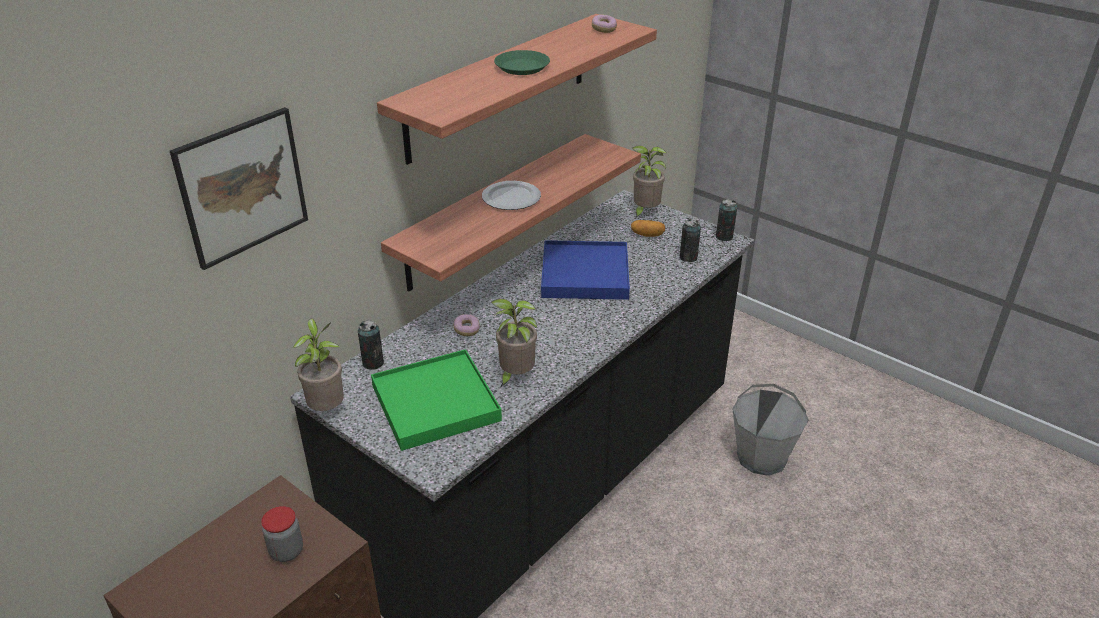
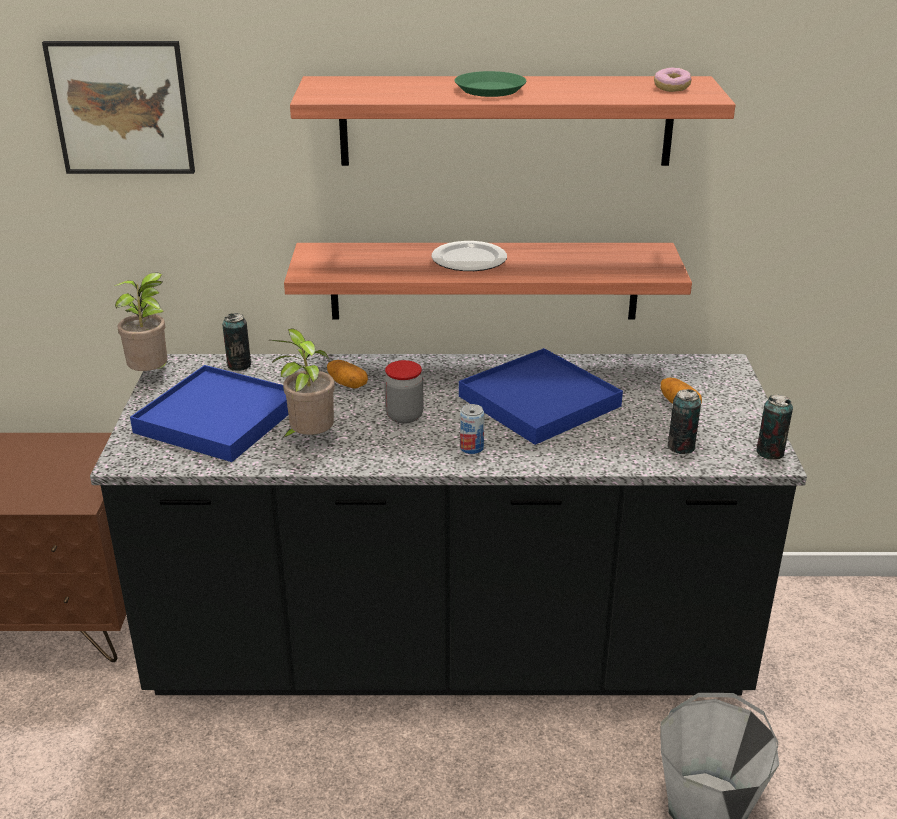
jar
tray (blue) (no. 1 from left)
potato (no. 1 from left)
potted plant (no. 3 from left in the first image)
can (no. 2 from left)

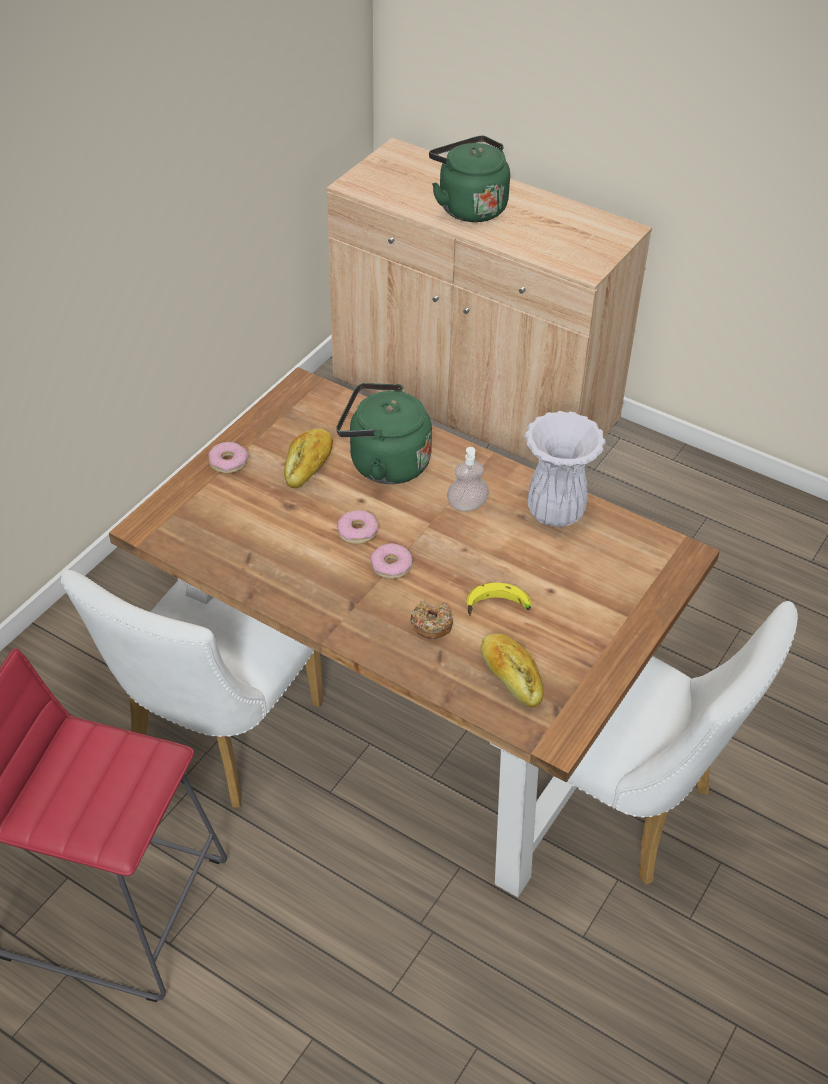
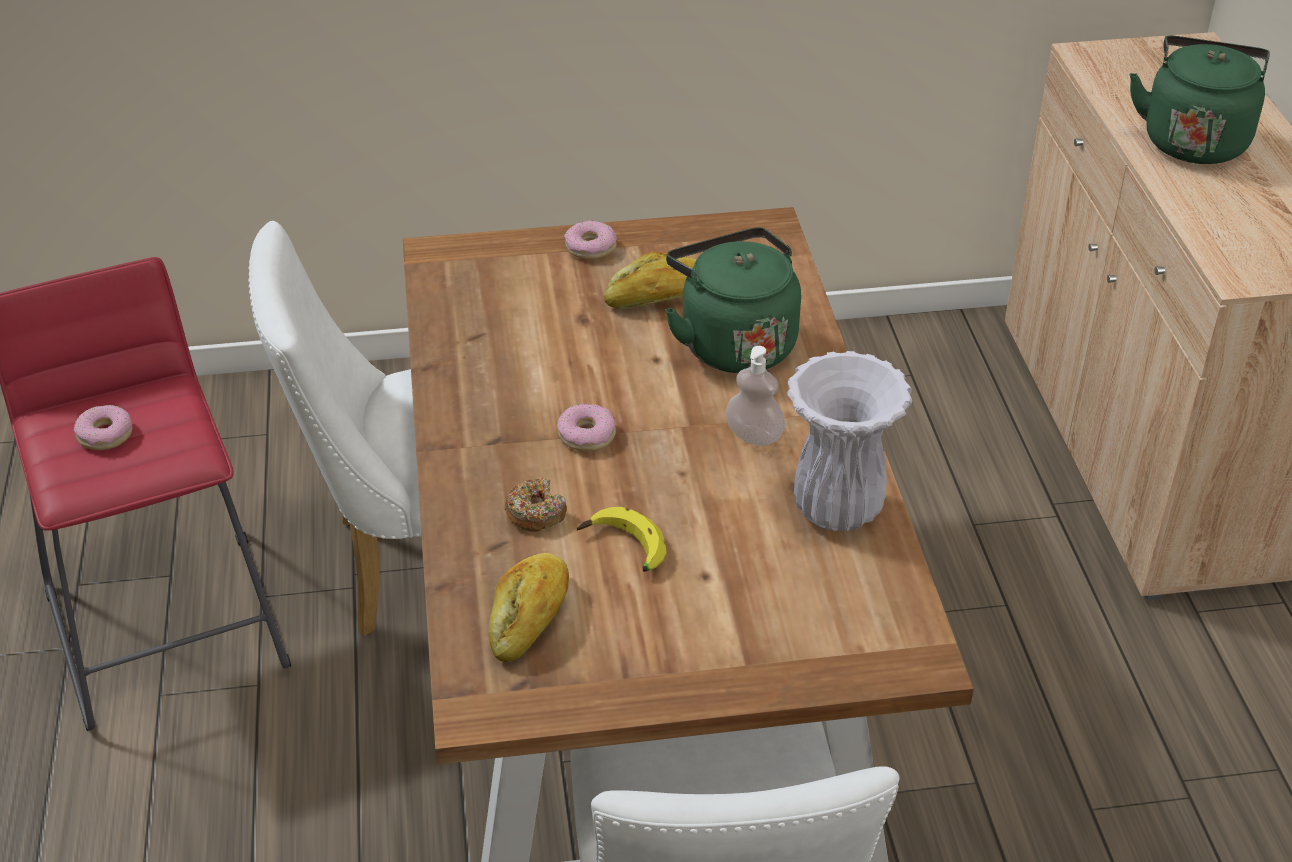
donut (no. 1 from left)

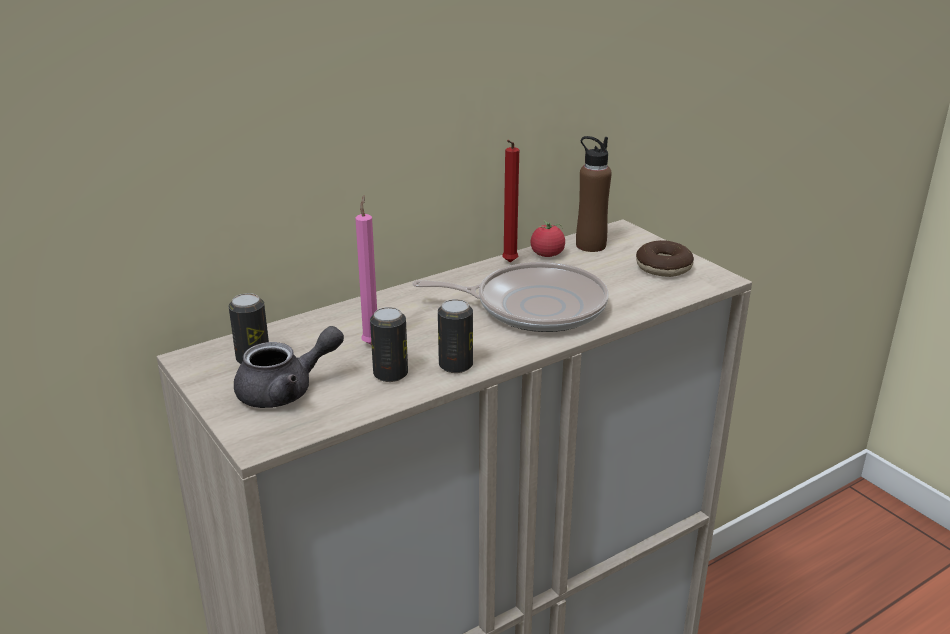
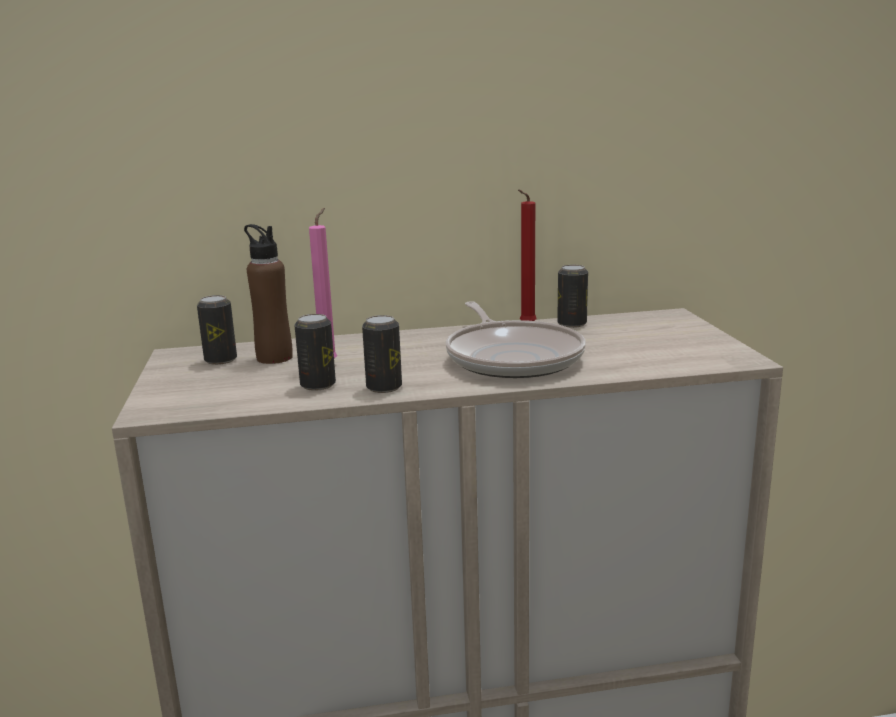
teapot (grey)
frying pan
can (no. 4 from left)
bottle (brown)
donut

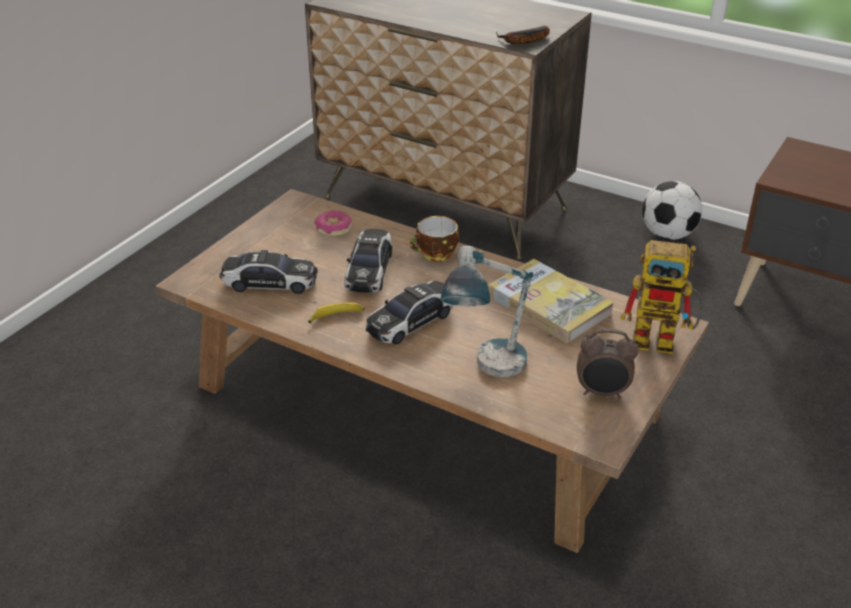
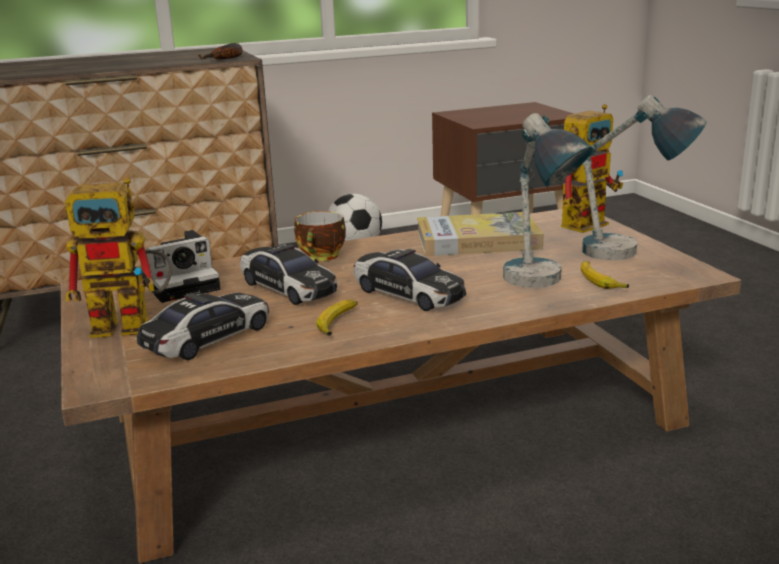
photo camera
toy car (no. 3 from left)
table lamp (no. 2 from left)
toy robot (no. 1 from left)
banana (no. 3 from left)

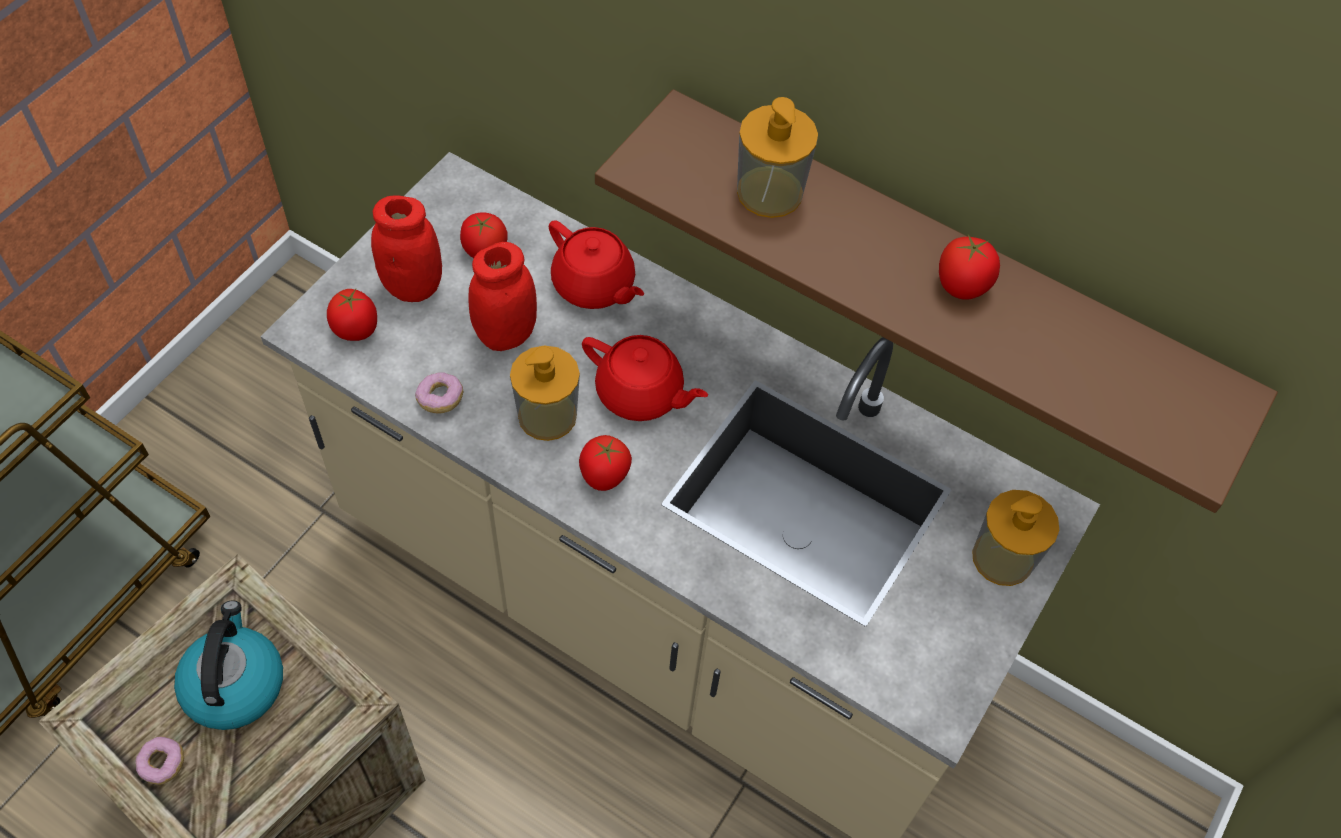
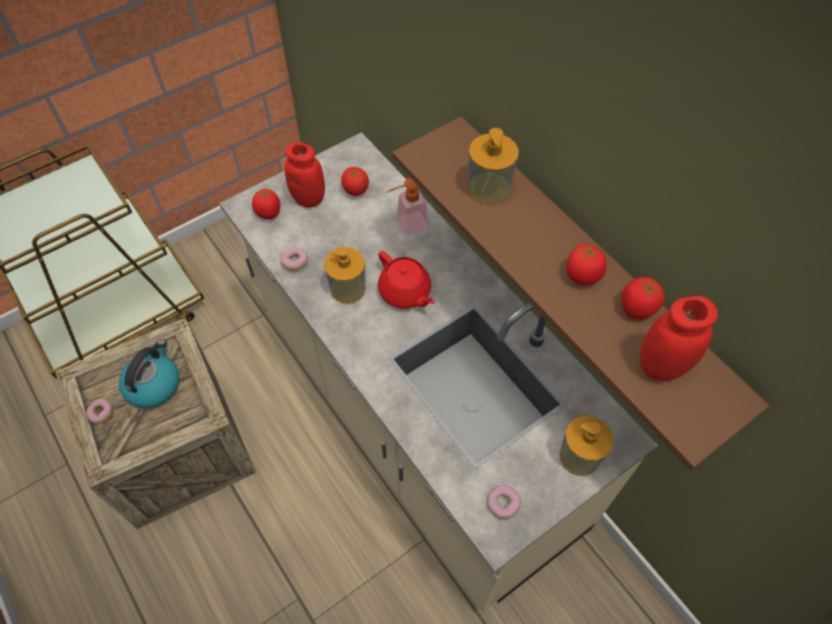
jar (red) (no. 2 from left)
soap dispenser (no. 2 from left)
tomato (no. 4 from left)
donut (no. 3 from left)

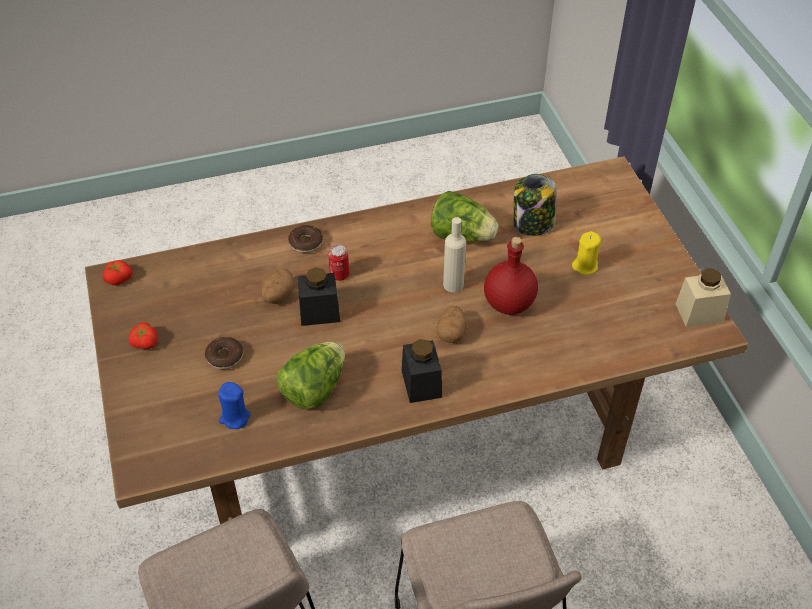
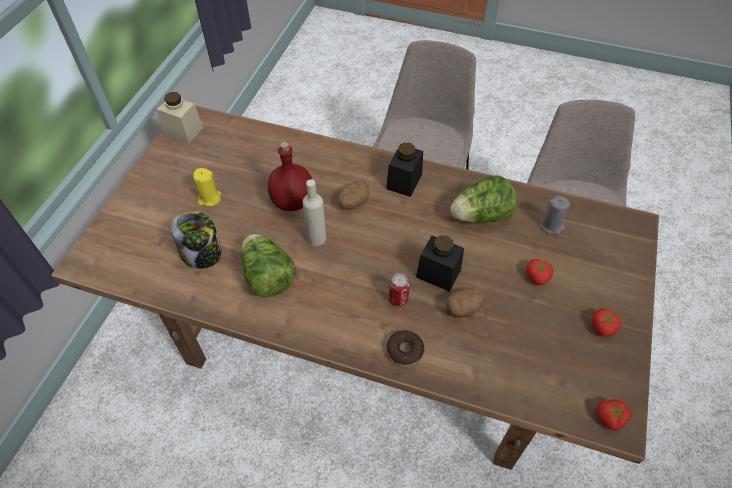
tomato (no. 1 from left)
candle (grey)

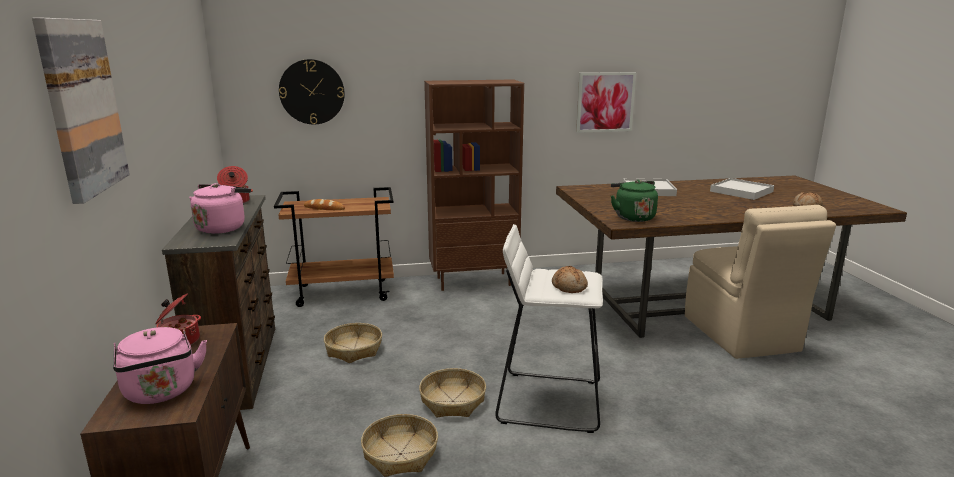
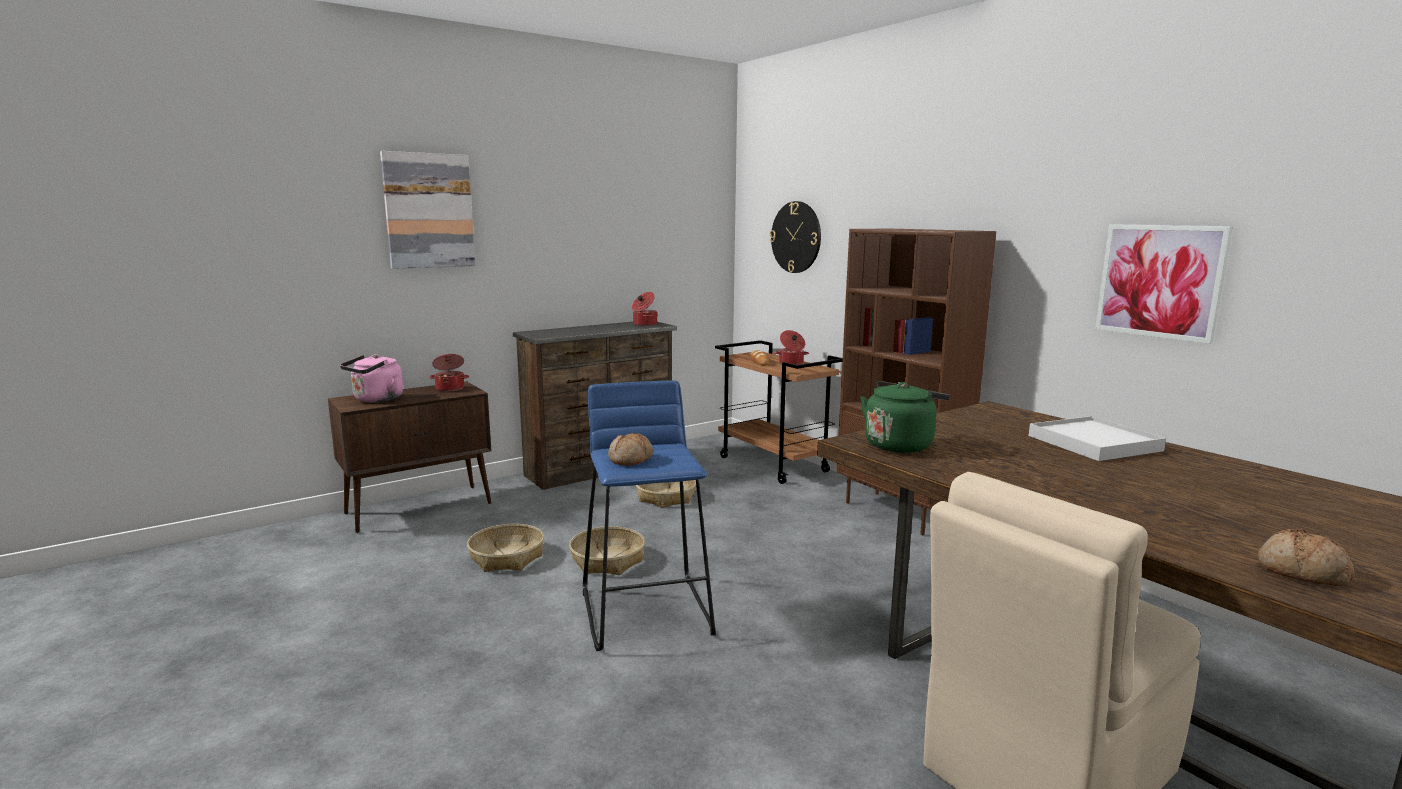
kettle (pink) (no. 2 from left in the first image)
stool (blue)
tray (white) (no. 2 from left in the first image)
cooking pot (no. 3 from left)

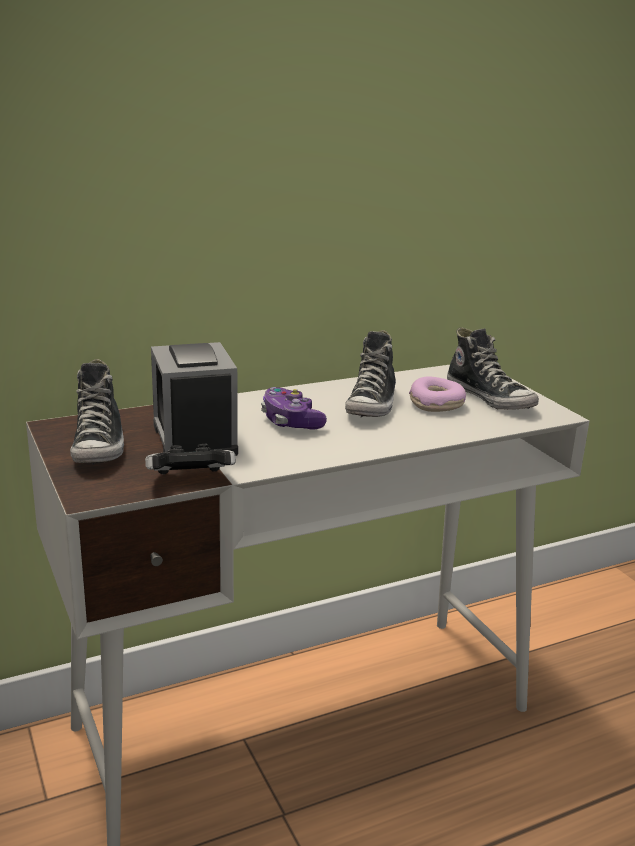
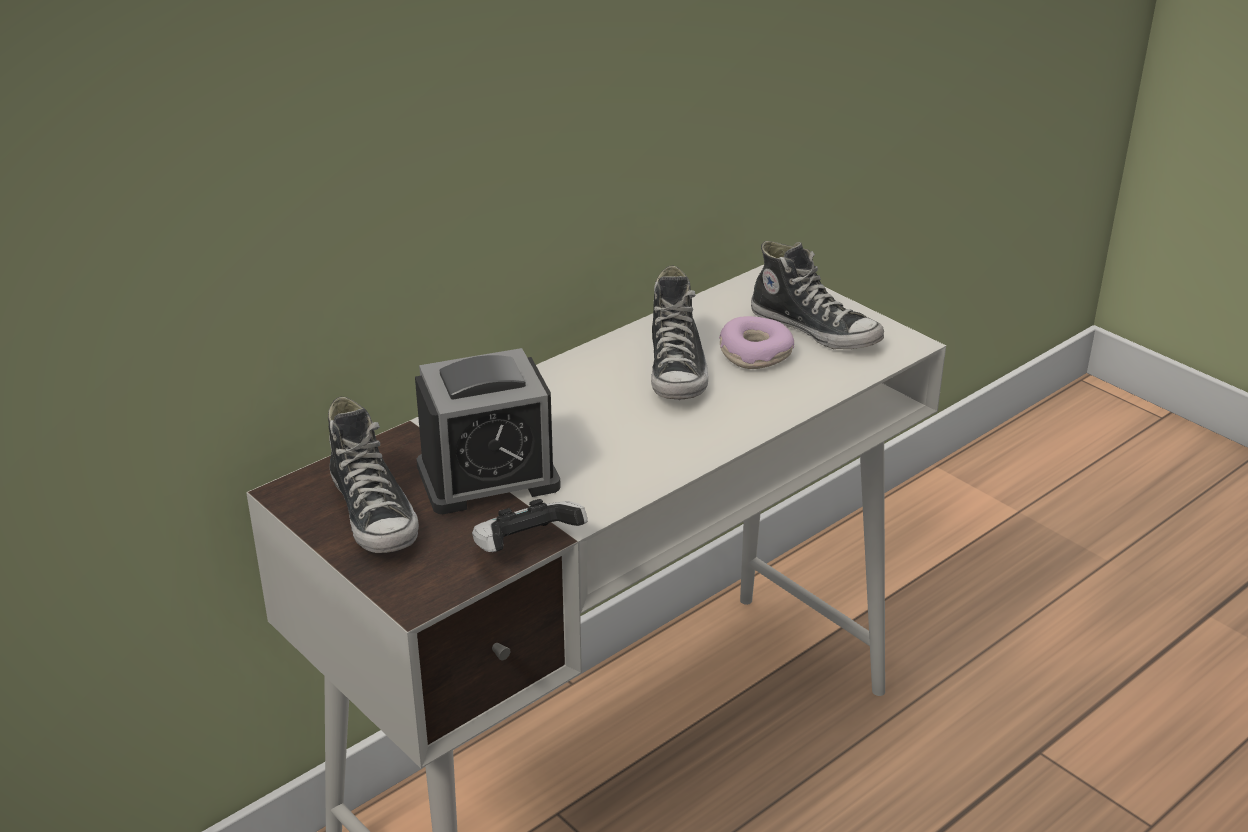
alarm clock
game controller (no. 2 from left in the first image)

